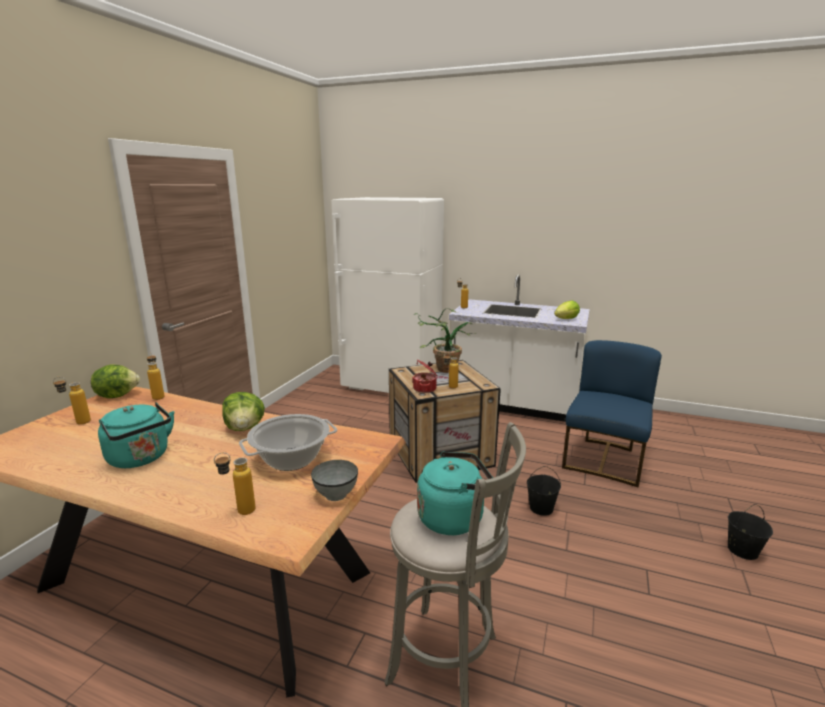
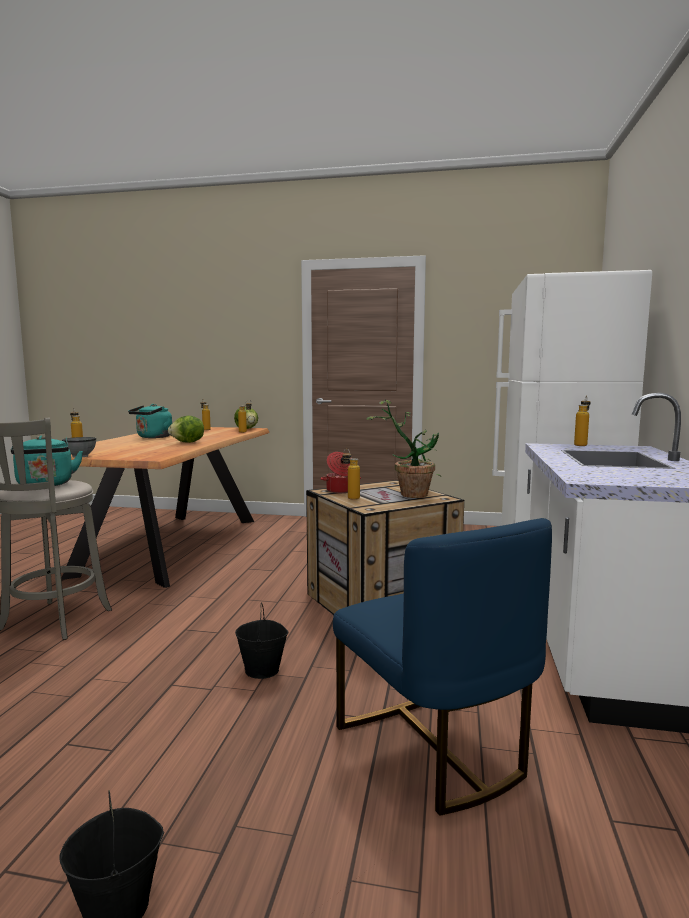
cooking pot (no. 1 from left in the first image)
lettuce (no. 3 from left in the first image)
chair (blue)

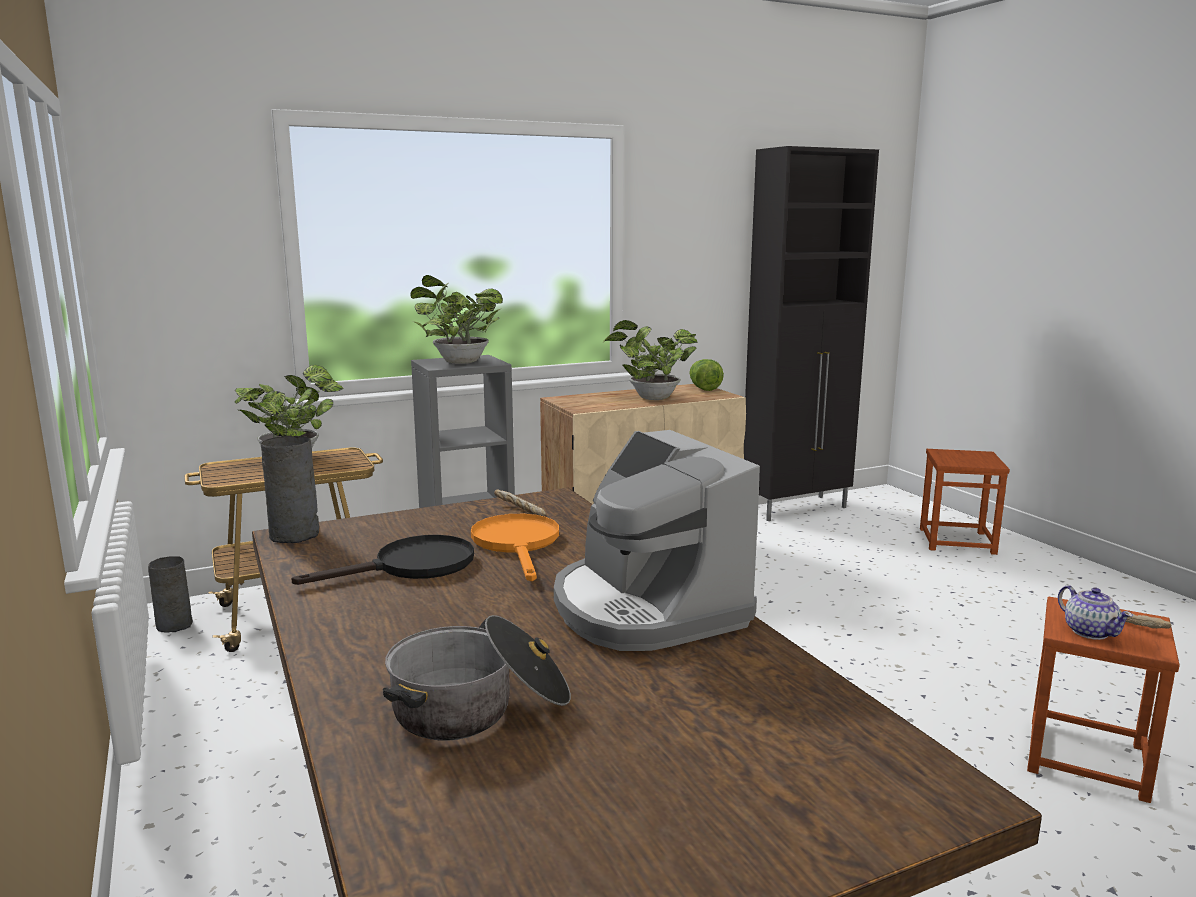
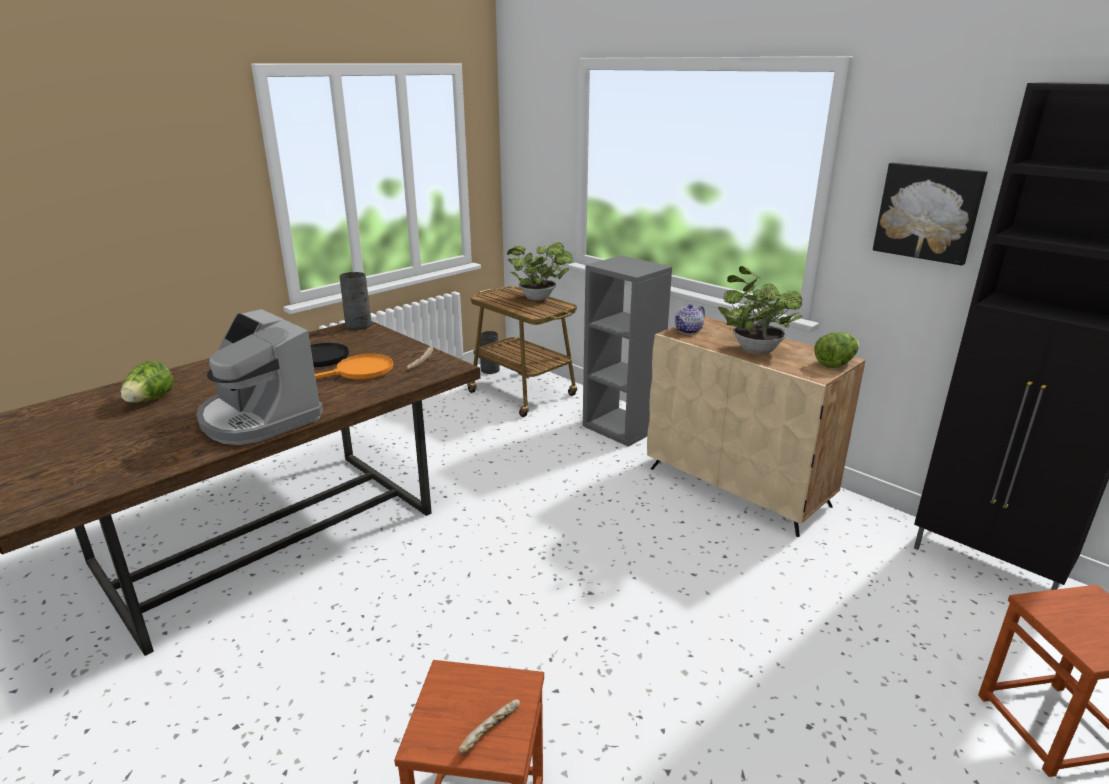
lettuce (no. 1 from left)
potted plant (no. 2 from left in the first image)
coffee machine
teapot
picture

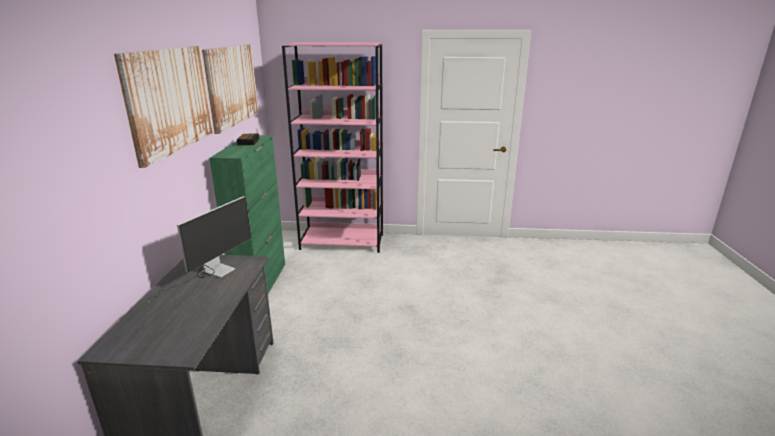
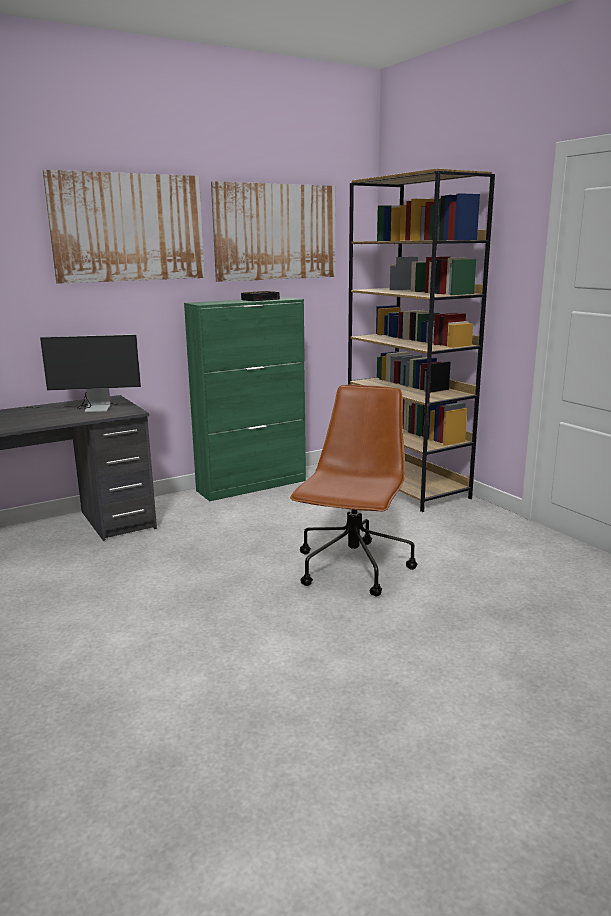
bookcase (brown)
office chair (brown)

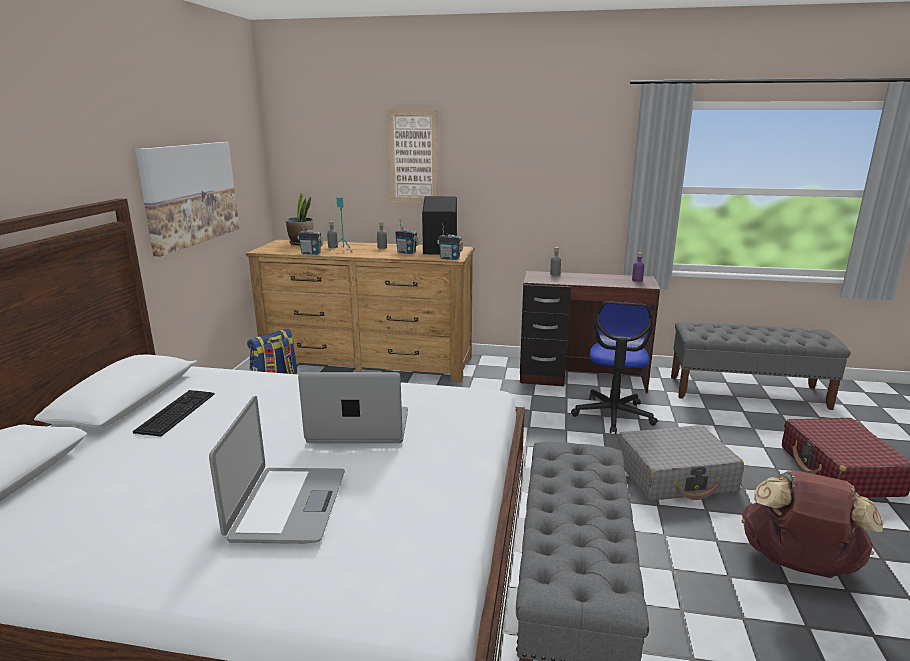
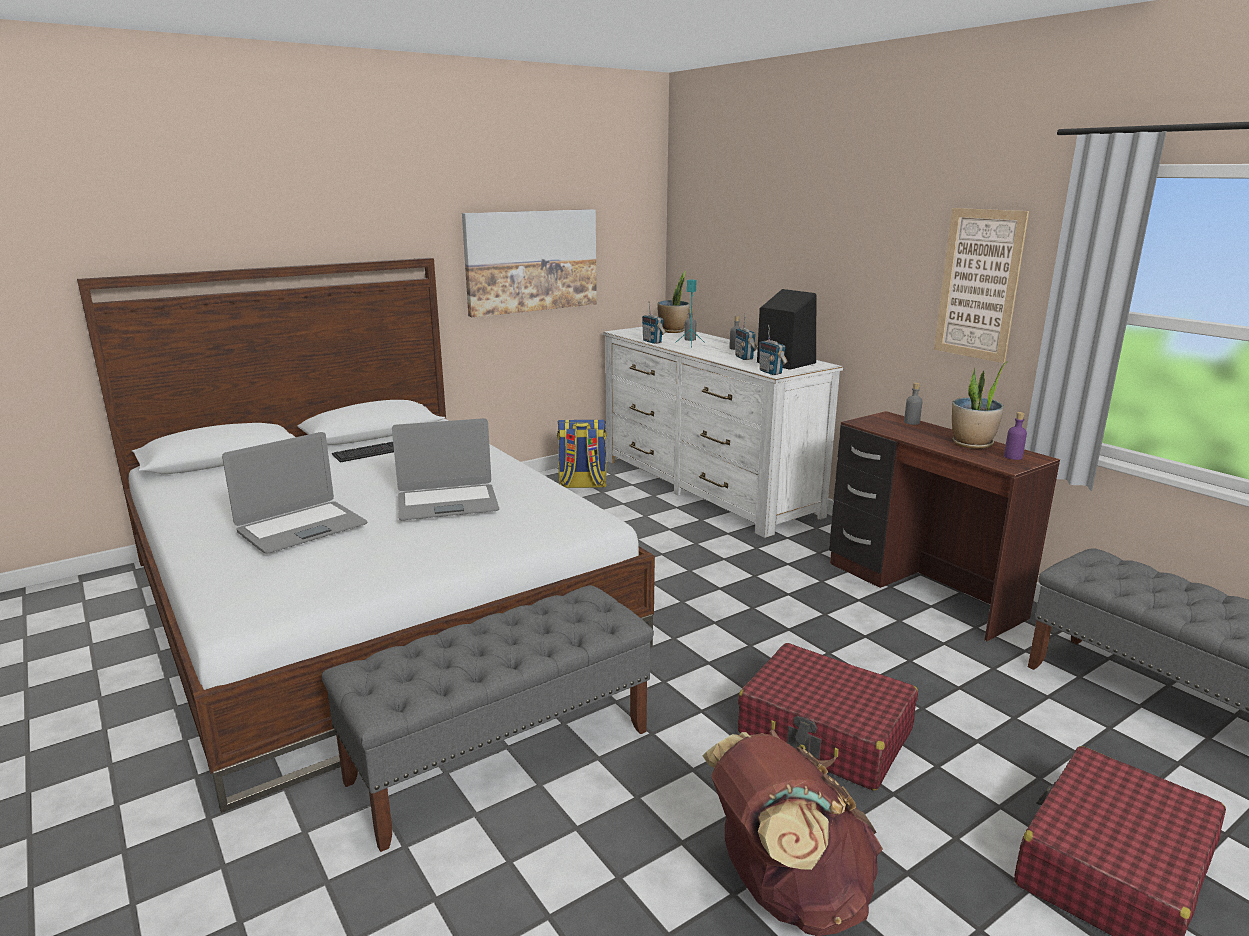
dresser (white)
laptop (no. 2 from left)
picture (no. 2 from left)
office chair
suitcase (red) (no. 1 from left)
potted plant (no. 2 from left)

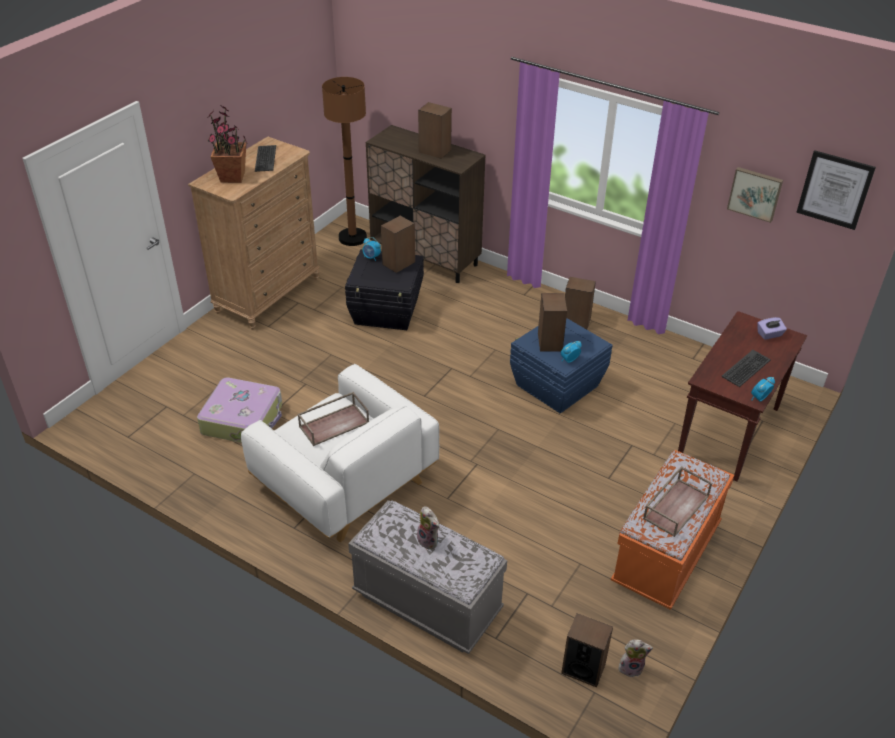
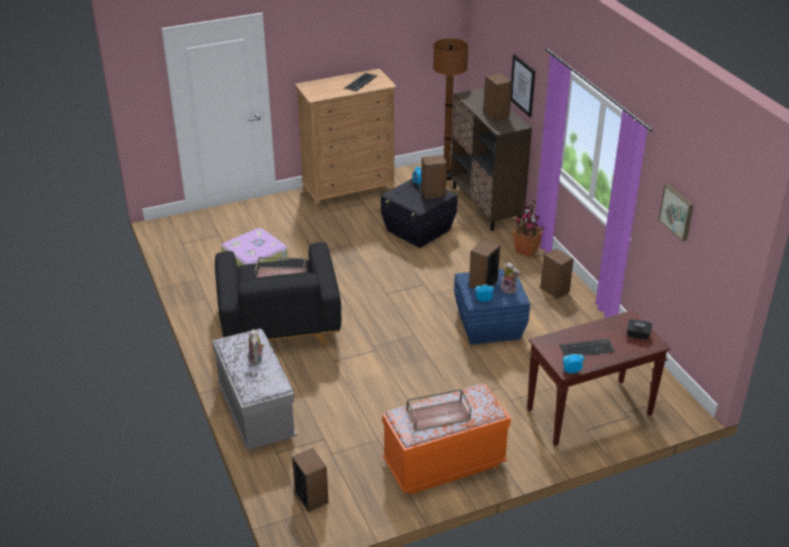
potted plant
armchair (black)
plush toy (no. 2 from left)
tissue box (black)
picture (no. 1 from left)

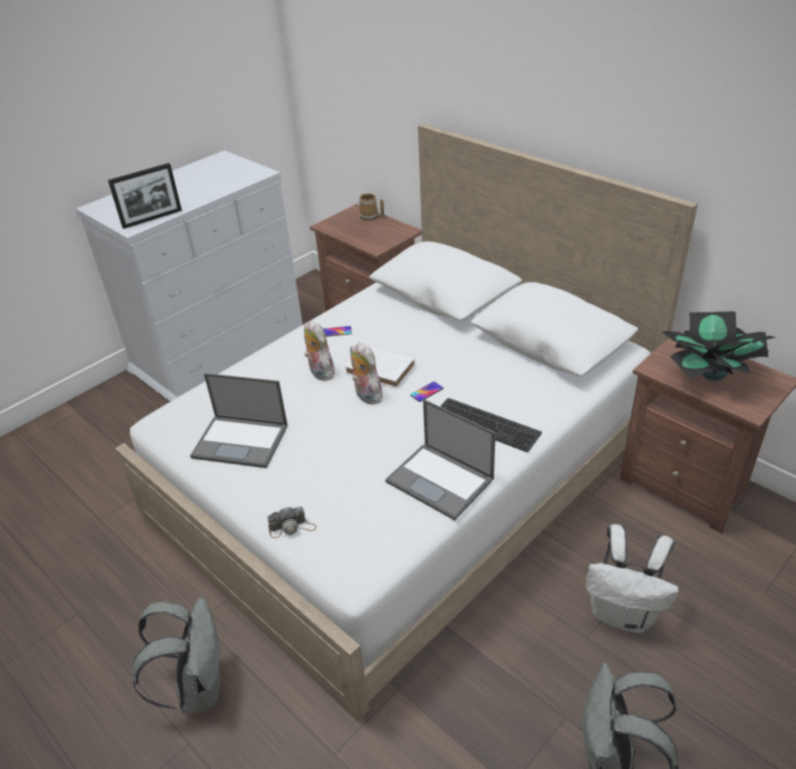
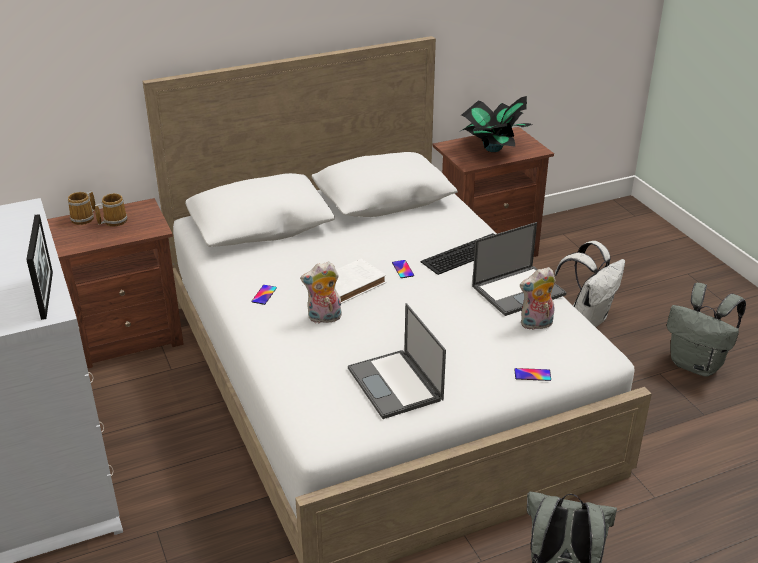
laptop (no. 1 from left)
phone (no. 3 from left)
plush toy (no. 2 from left)
mug (no. 2 from left)

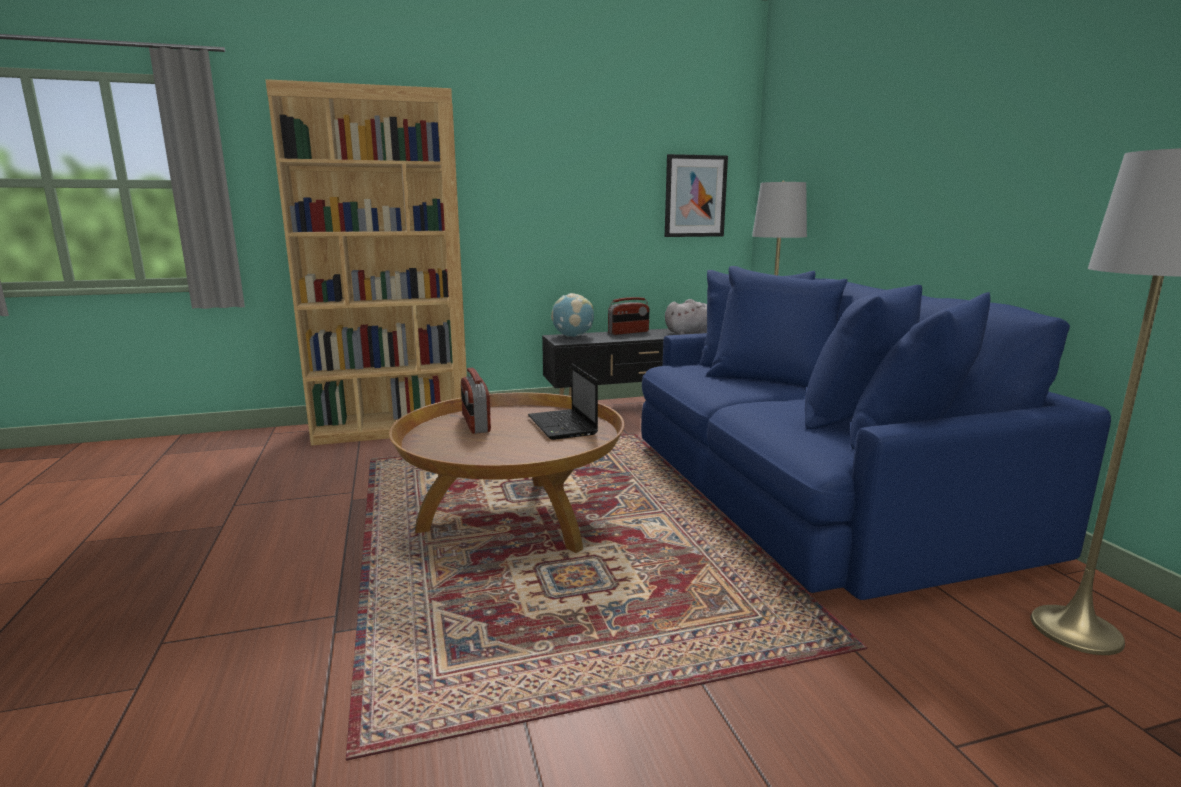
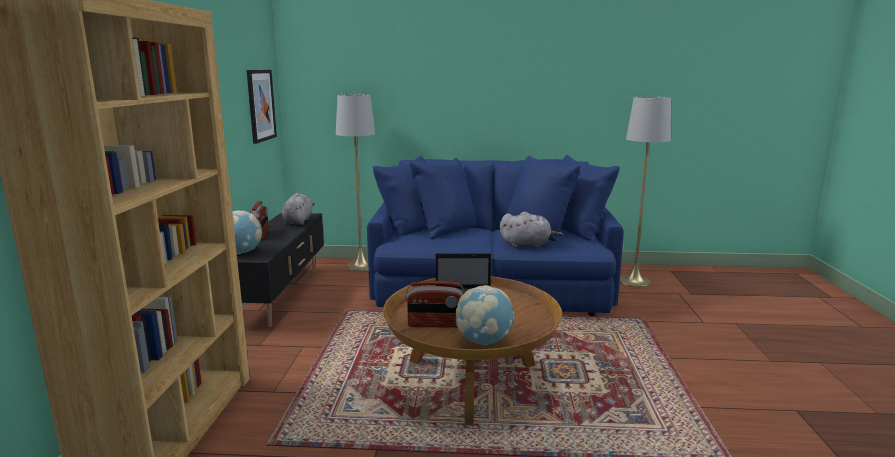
globe (no. 2 from left)
plush toy (grey) (no. 2 from left)

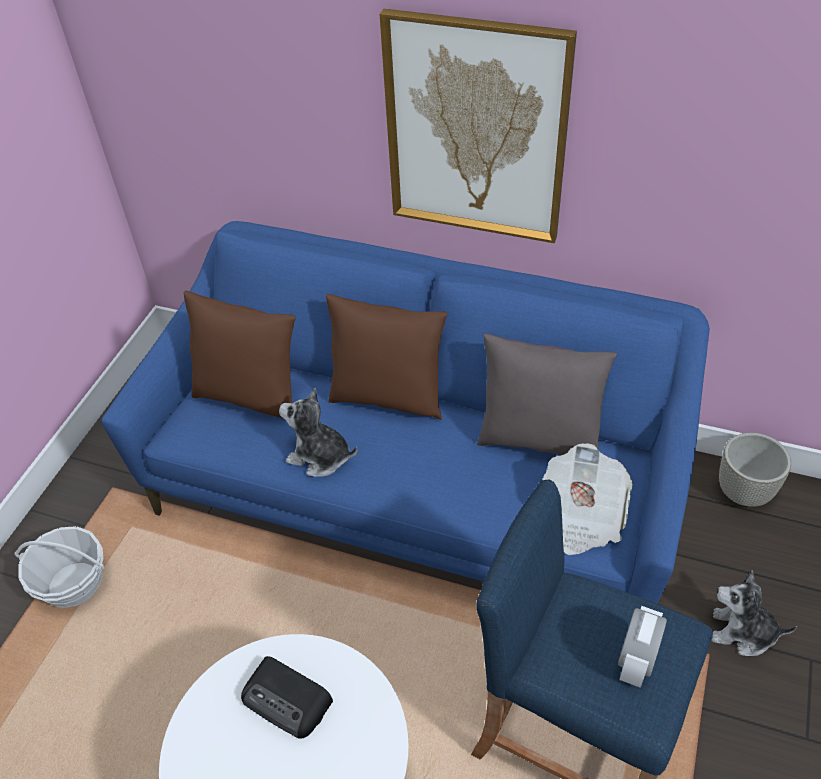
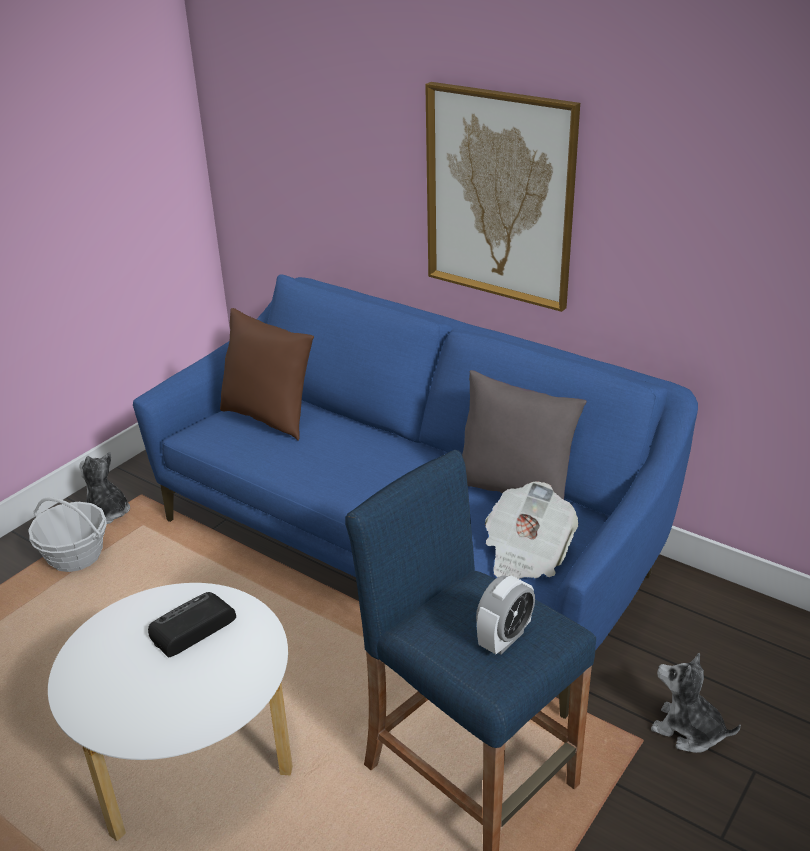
radio
plush toy (no. 1 from left)
pillow (brown) (no. 2 from left in the first image)
planter (grey)

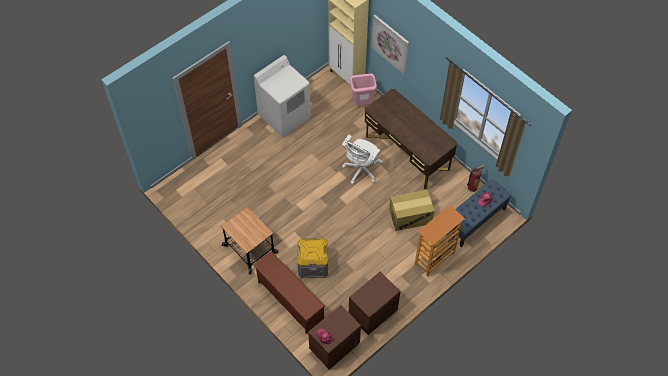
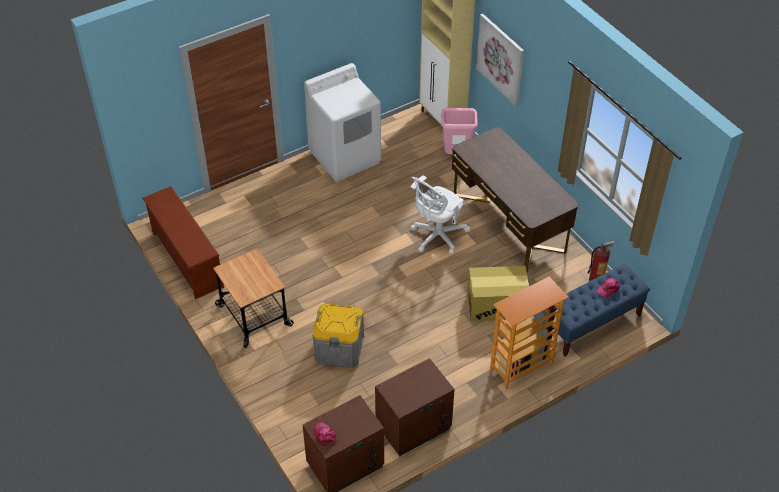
shoe rack (brown)

